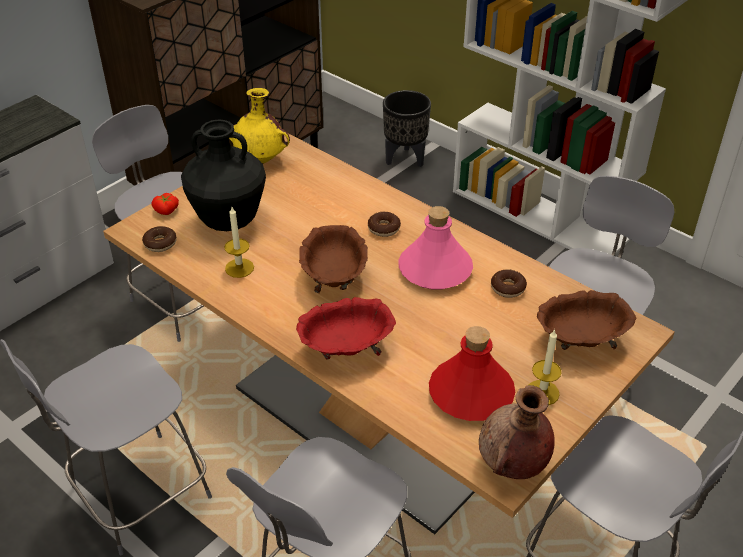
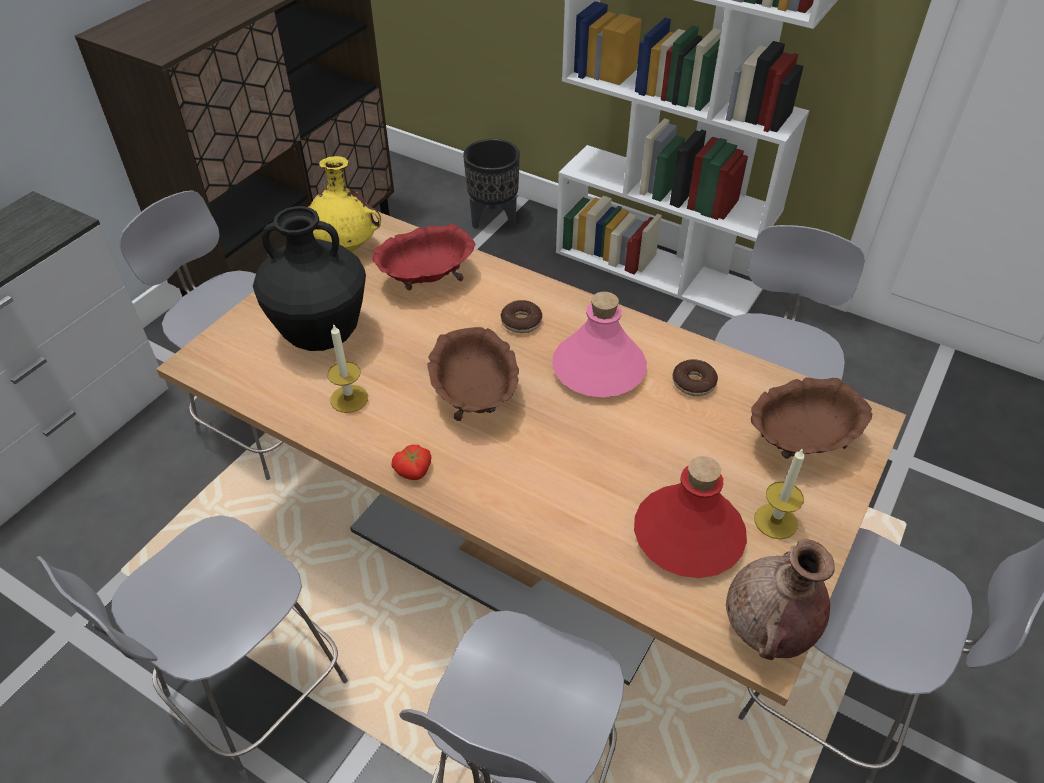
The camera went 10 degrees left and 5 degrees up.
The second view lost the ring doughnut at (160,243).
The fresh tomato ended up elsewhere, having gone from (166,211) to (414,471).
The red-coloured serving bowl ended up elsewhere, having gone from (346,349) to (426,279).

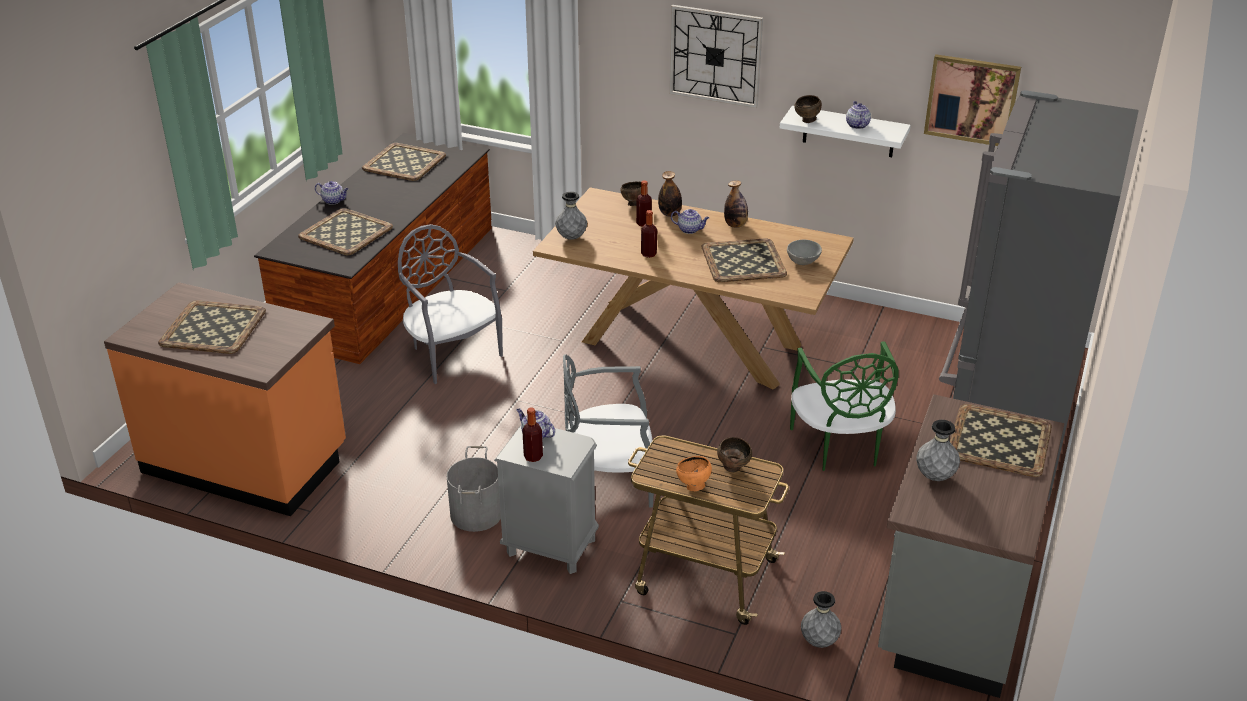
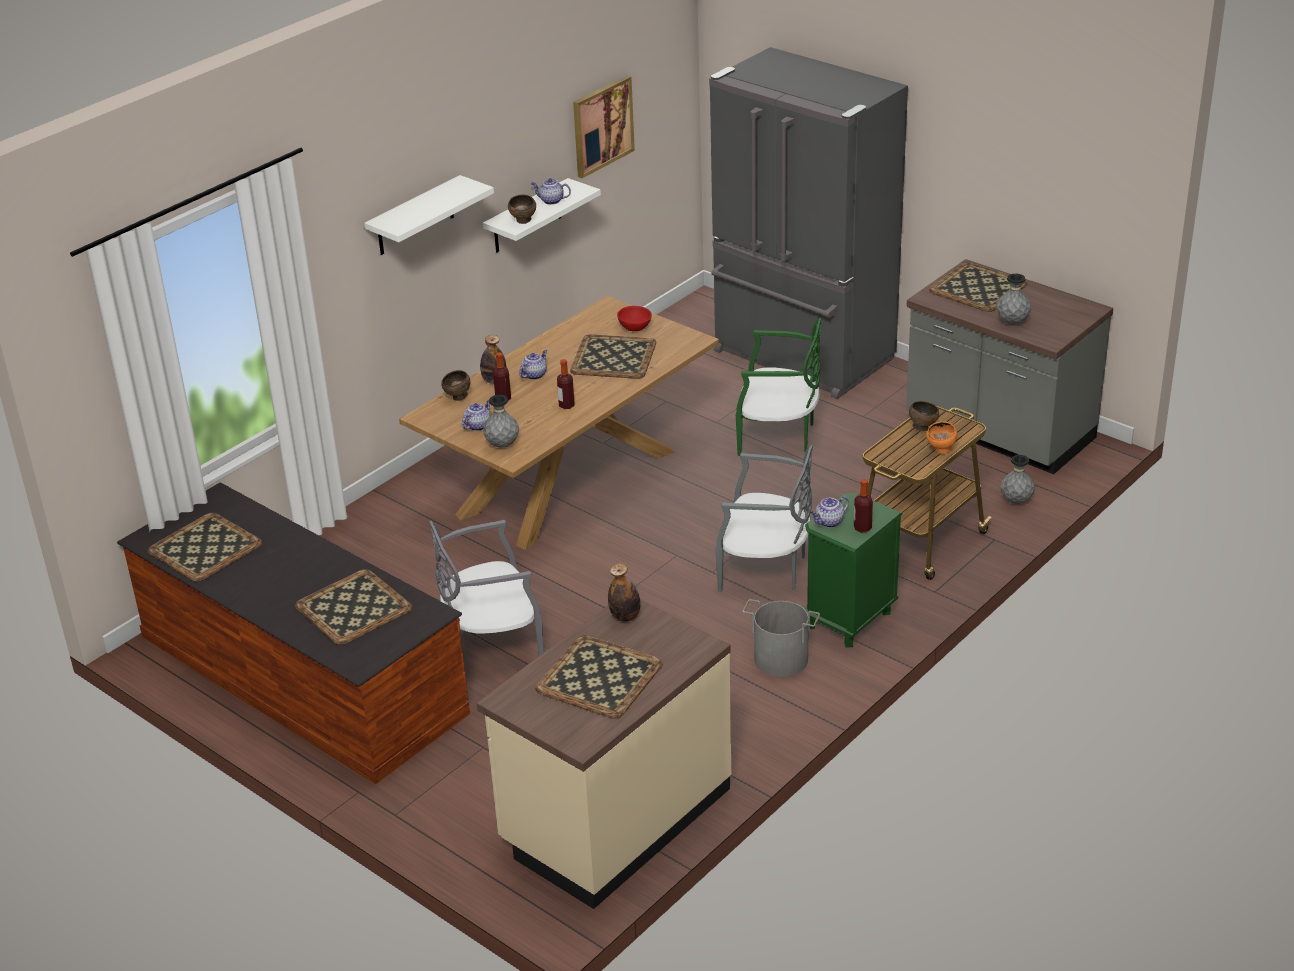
The camera went 70 degrees left and 0 degrees up.
The pot for tea ended up elsewhere, having gone from (334,201) to (478,425).
The beverage bottle ended up elsewhere, having gone from (735,225) to (625,616).
Where the clock on the wall hung at (715,56), the white shelf came to hang at (415,217).
What was the orange kitchen counter at (246,461) turned into the beige-coloured kitchen counter at (614,817).
What was the greyish nightstand at (550,547) turned into the green nightstand at (849,620).
What was the greyish serving bowl at (803,262) turned into the red-coloured serving bowl at (635,328).
The greyish plain chair at (610,479) ended up facing another way, 90 degrees counterclockwise from before.

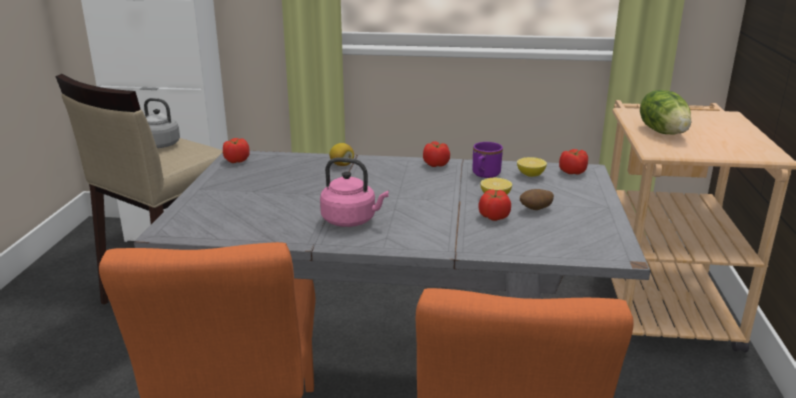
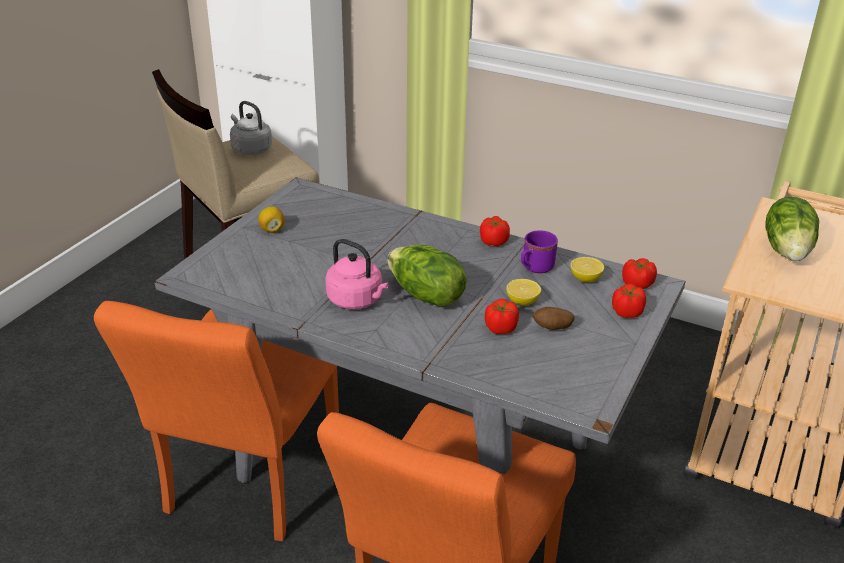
The camera went 20 degrees right and 10 degrees up.
The second view gained the head of lettuce at (425,296).
The fresh tomato ended up elsewhere, having gone from (236,160) to (627,312).
The whole lemon ended up elsewhere, having gone from (341,165) to (272,230).

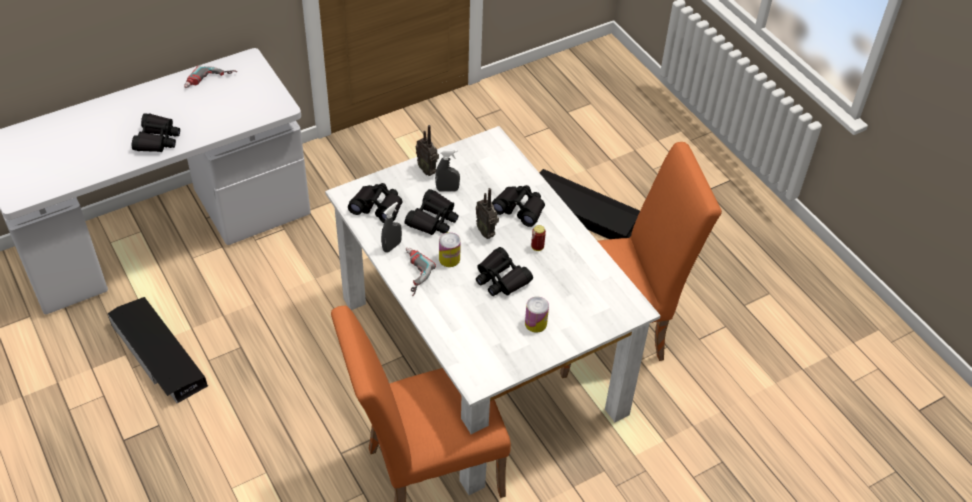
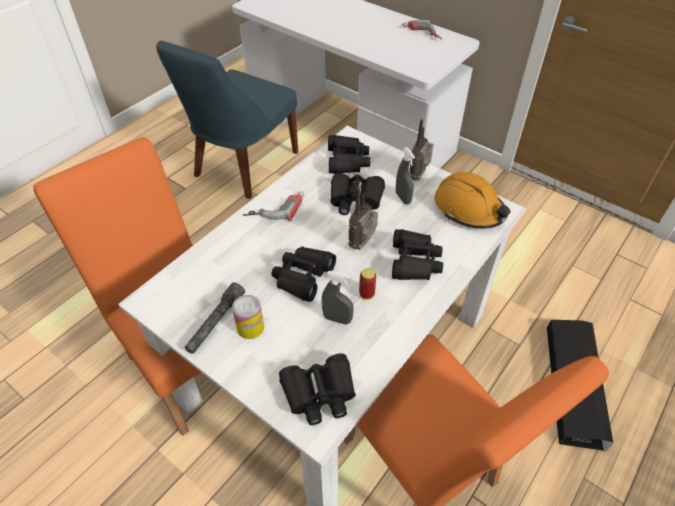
The camera went 70 degrees right and 0 degrees up.
The second view lost the can at (449,259).
The second view gained the greyish flashlight at (215,322).
The second view gained the orange work helmet at (469,209).
The black field glasses ended up elsewhere, having gone from (157,139) to (319,393).
The greyish hand sprayer ended up elsewhere, having gone from (392,246) to (337,319).
Where the black storage bin stood at (158,355), the bluish plain chair came to stand at (243,166).

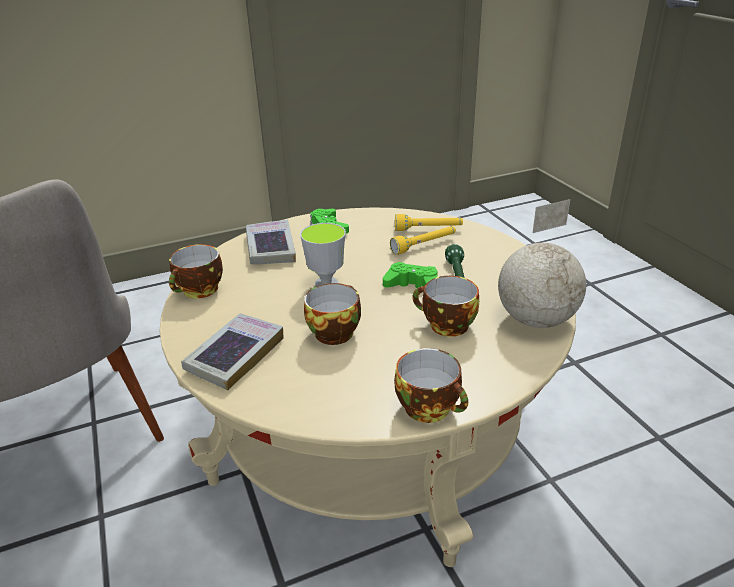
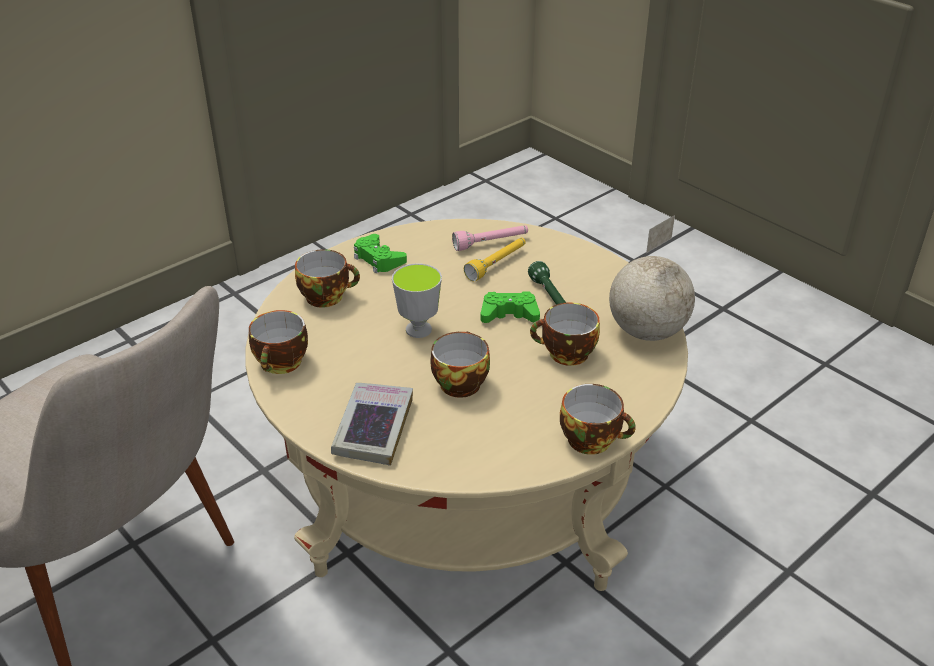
The camera went 20 degrees left and 5 degrees up.
Where the book stood at (270,248), the small cup came to stand at (327,296).
What was the yellowish flashlight at (428,229) turned into the pink flashlight at (491,243).

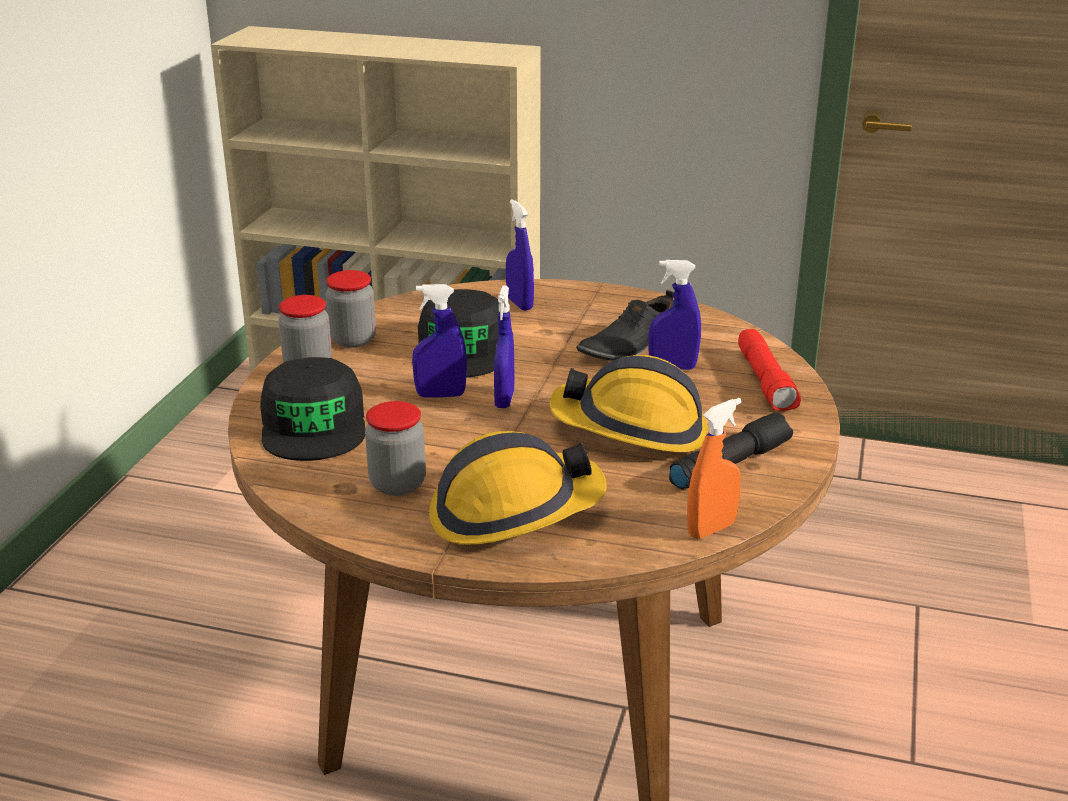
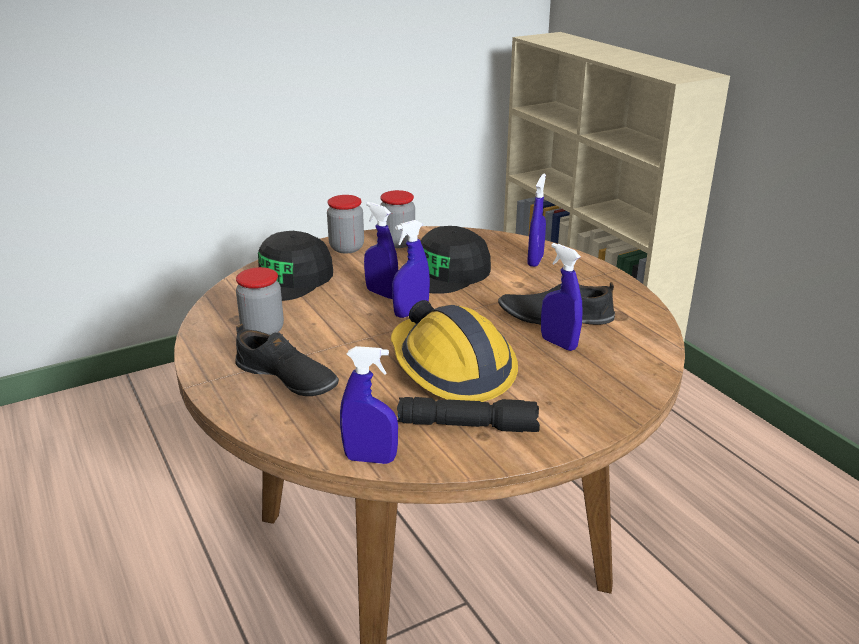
The camera went 45 degrees right and 0 degrees up.
The second view lost the red-coloured flashlight at (766,382).
Where the work helmet stood at (513,511), the black item of footwear came to stand at (286,378).
What was the orange hand sprayer at (711,529) turned into the bluish hand sprayer at (370,459).

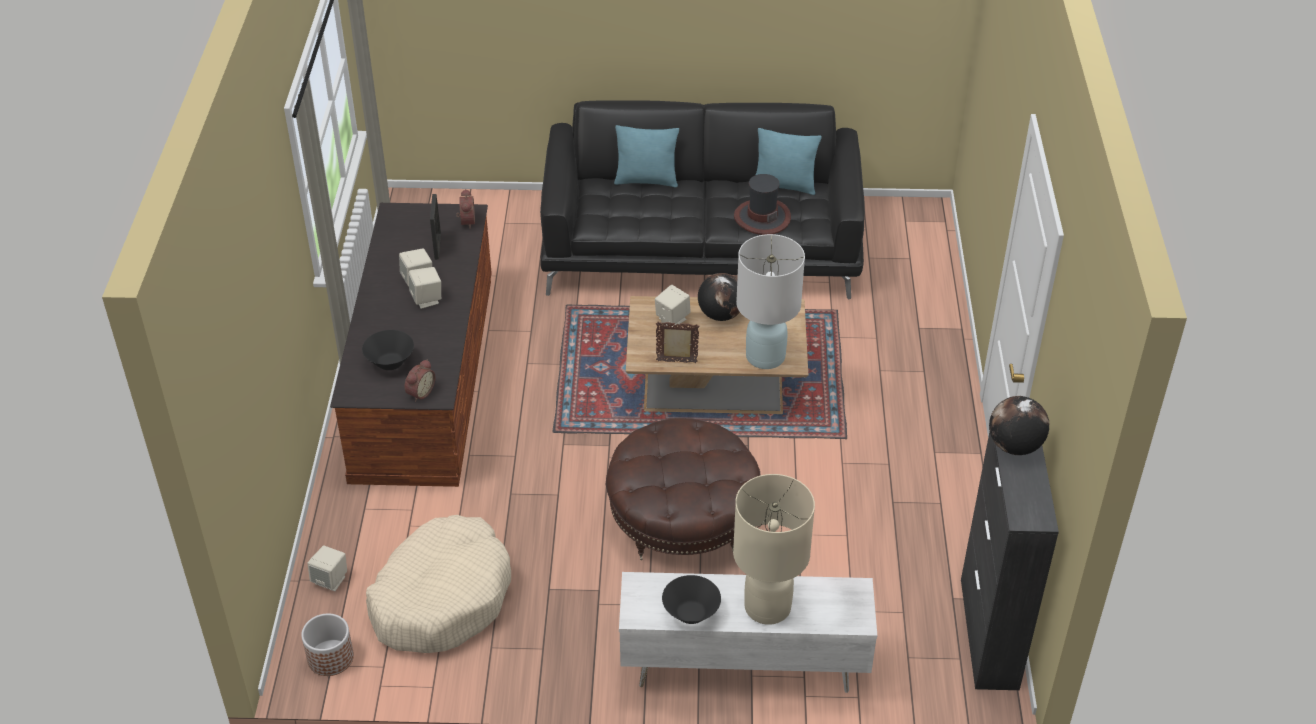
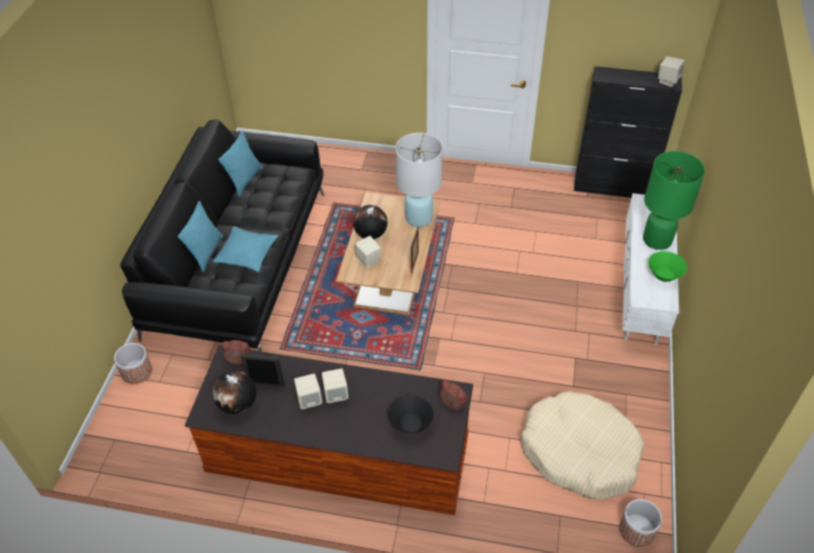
The camera went 80 degrees left and 5 degrees up.
The second view lost the brown ottoman at (682,518).
The second view lost the wearable hat at (762,217).
The second view gained the plant pot at (136,371).
The second view gained the blue-green cushion at (247,254).
The beige-coloured speaker ended up elsewhere, having gone from (330,580) to (668,80).
The desk globe ended up elsewhere, having gone from (1014,446) to (238,404).
What was the black serving bowl at (691,613) turned into the green serving bowl at (664,275).
What was the beige-coloured table lamp at (767,607) turned into the green table lamp at (657,240).

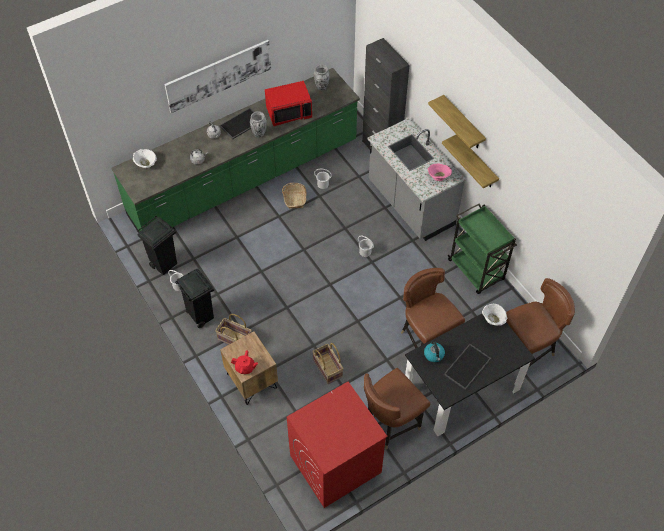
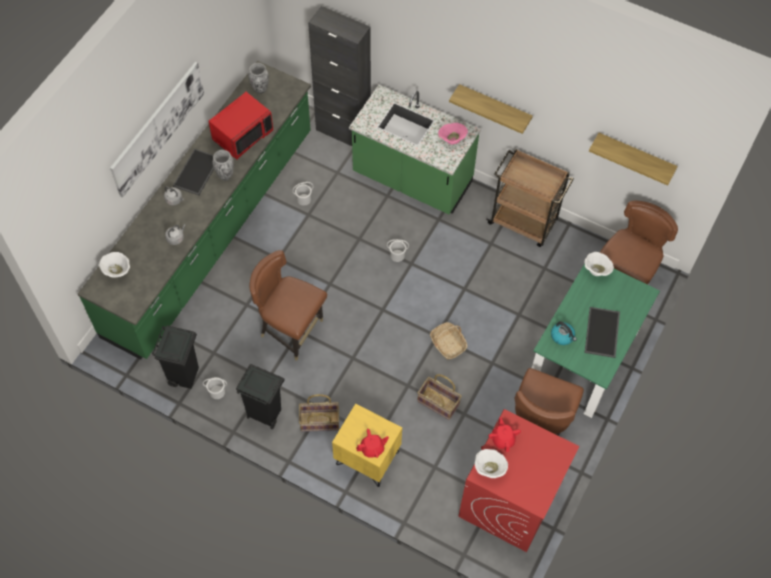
The camera went 30 degrees left and 5 degrees up.
The second view gained the white serving bowl at (489,468).
The second view gained the red-coloured pot for tea at (503,439).
The household basket ended up elsewhere, having gone from (295,199) to (447,344).
The brown plain chair ended up elsewhere, having gone from (426,339) to (291,330).
The shelf ended up elsewhere, having gone from (463,123) to (635,157).
What was the brown nightstand at (251,381) turned into the yellowish nightstand at (367,458).
What was the greyish kitchen counter at (410,204) turned into the green kitchen counter at (412,180).
What was the black kitchen table at (461,388) turned into the green kitchen table at (584,356).
What was the green trolley at (476,271) turned into the brown trolley at (524,222).

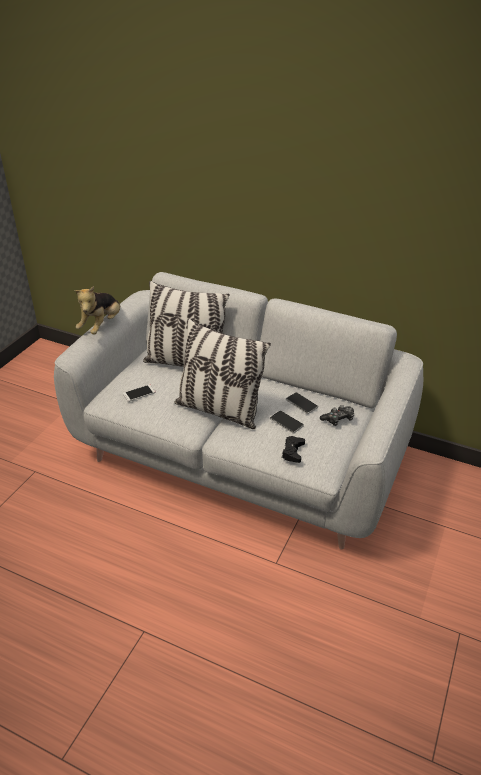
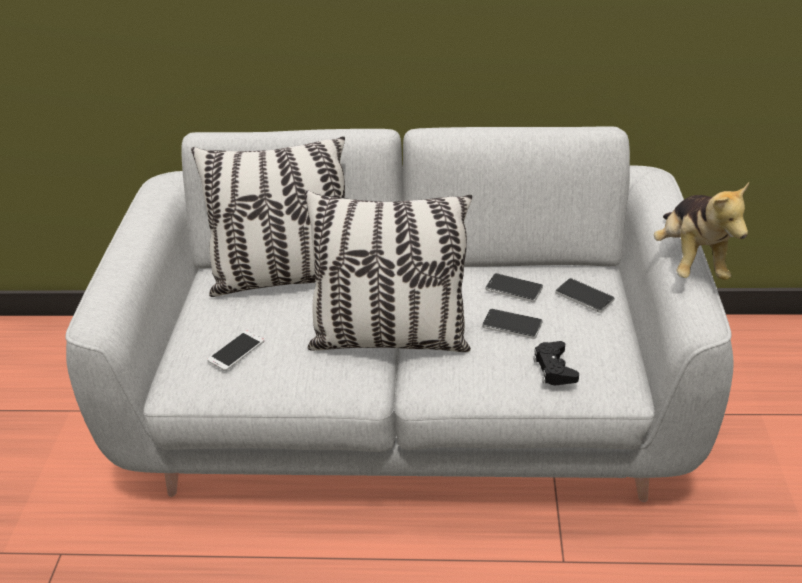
The camera went 20 degrees left and 0 degrees up.
The plush toy ended up elsewhere, having gone from (101,326) to (690,261).
Where the gamepad stood at (338,419), the telephone came to stand at (584,297).

